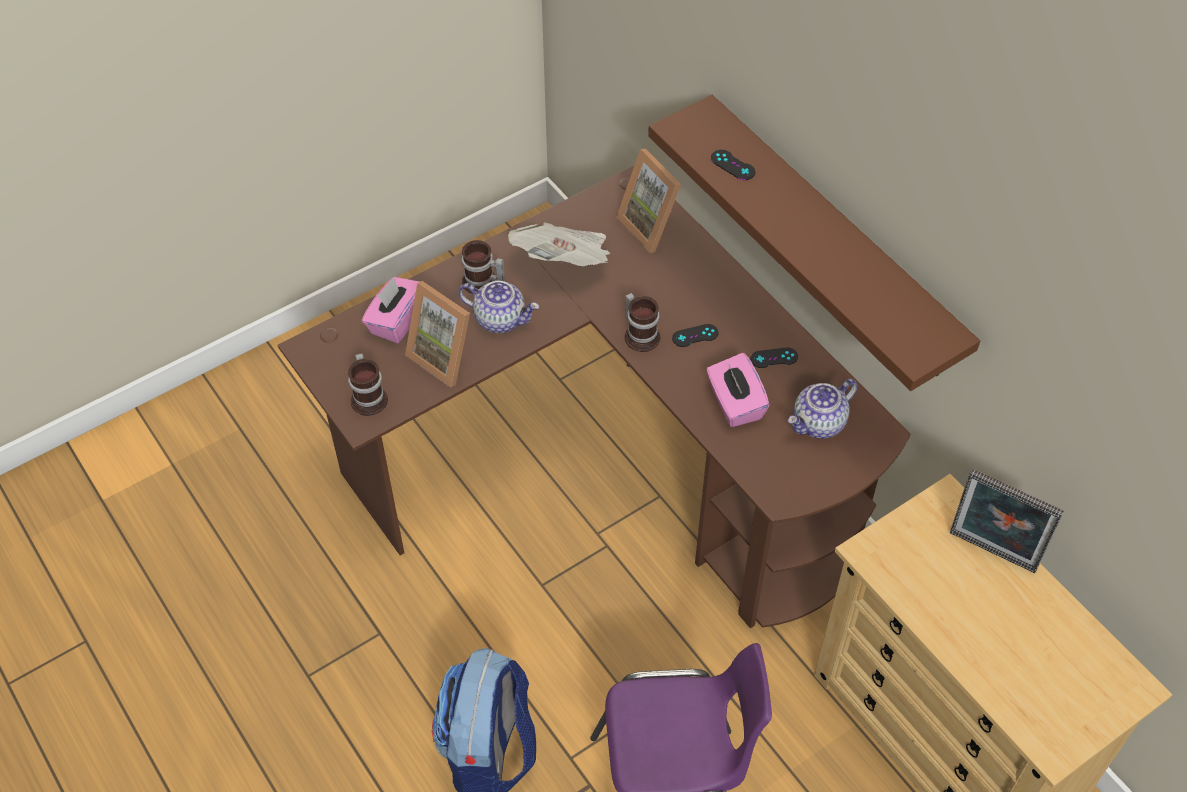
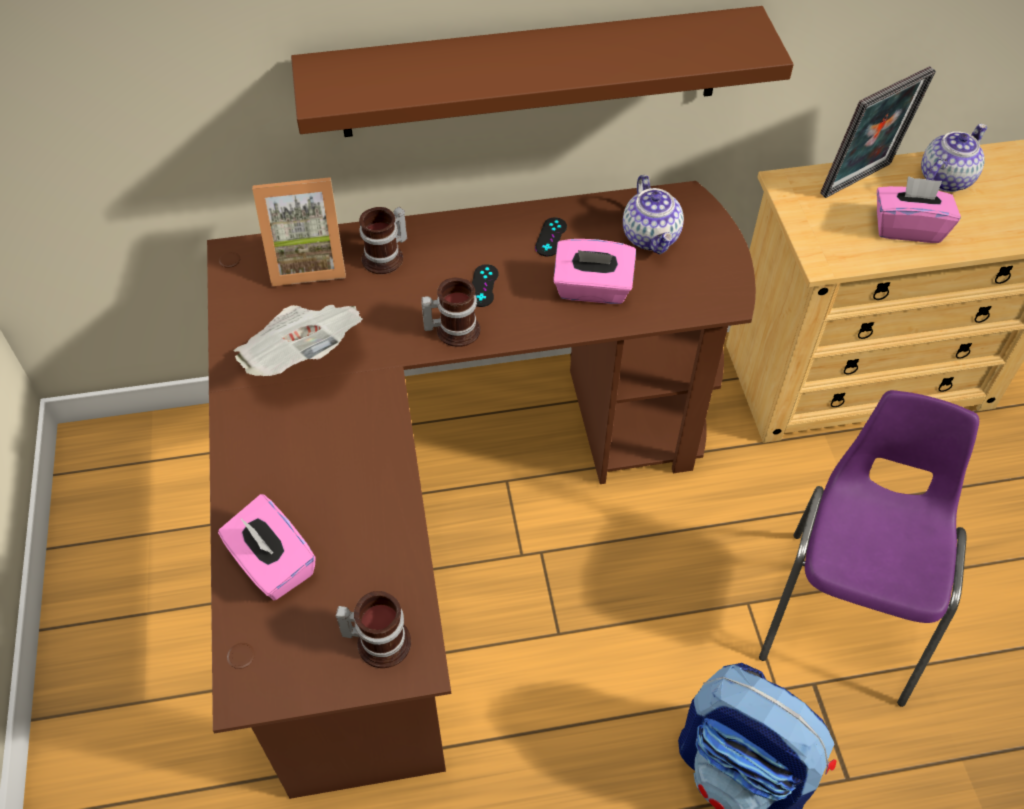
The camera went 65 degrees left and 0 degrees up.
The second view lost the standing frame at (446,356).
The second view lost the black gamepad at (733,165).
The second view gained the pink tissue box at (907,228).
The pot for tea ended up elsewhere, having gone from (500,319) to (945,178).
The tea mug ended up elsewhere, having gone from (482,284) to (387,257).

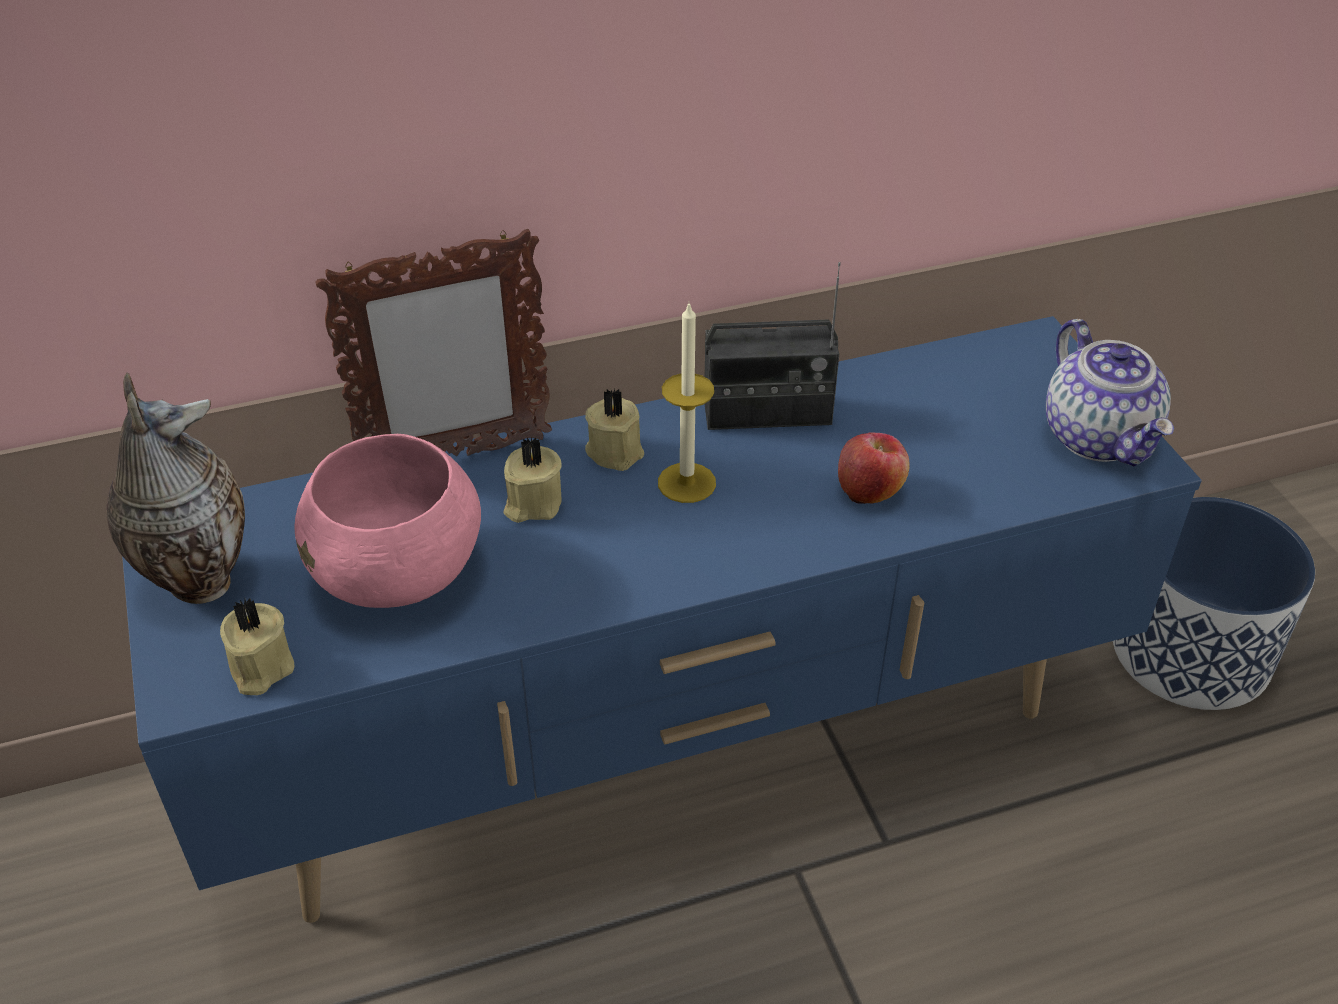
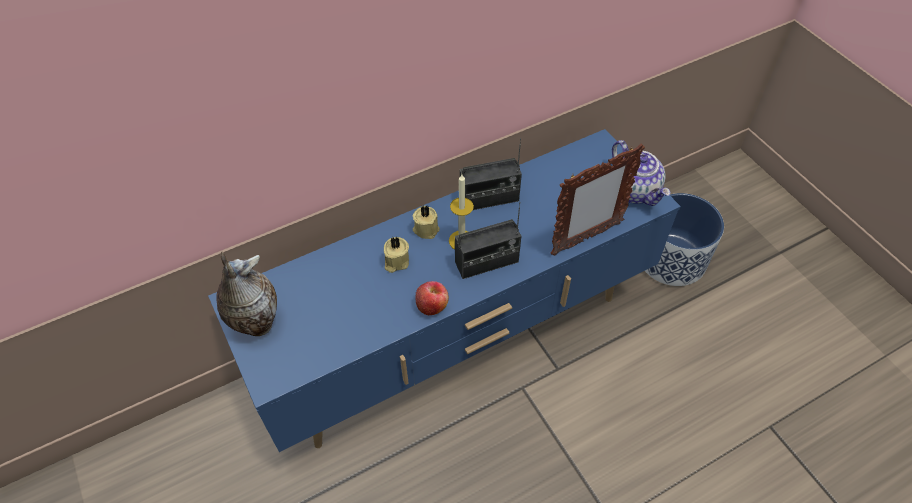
The camera went 10 degrees left and 10 degrees up.
The second view lost the beige-coloured wax light at (259,668).
The second view lost the pink serving bowl at (400,573).
The second view gained the radio receiver at (486,262).
The standing frame ended up elsewhere, having gone from (455,456) to (586,238).
The apple fruit ended up elsewhere, having gone from (870,489) to (432,306).

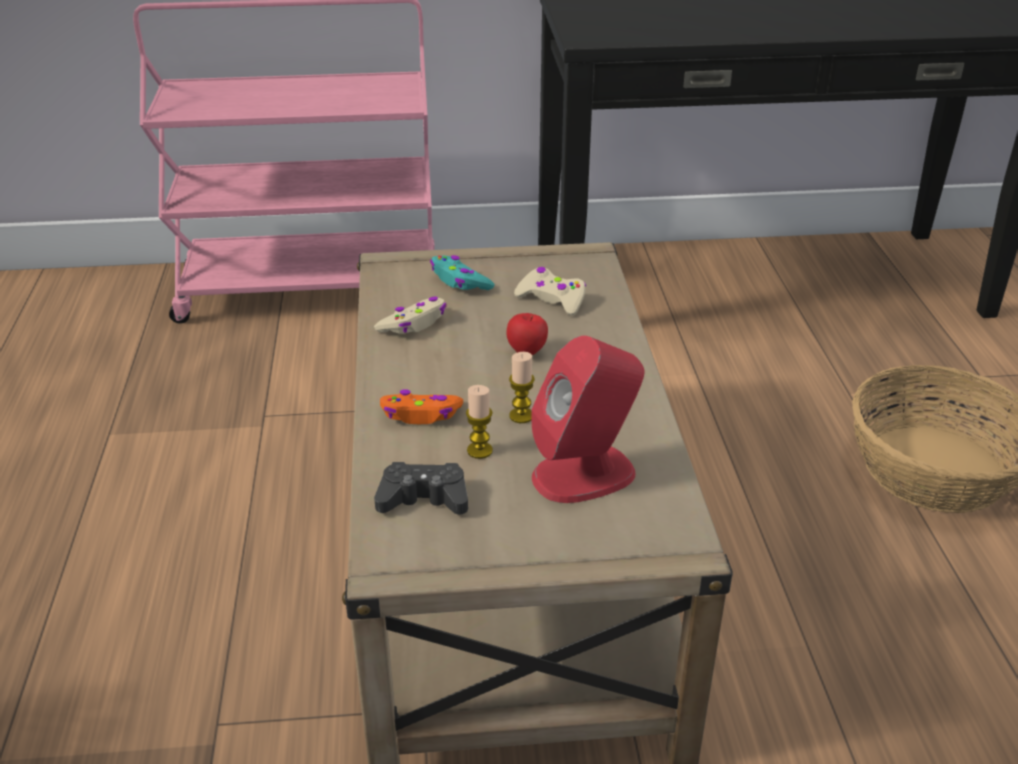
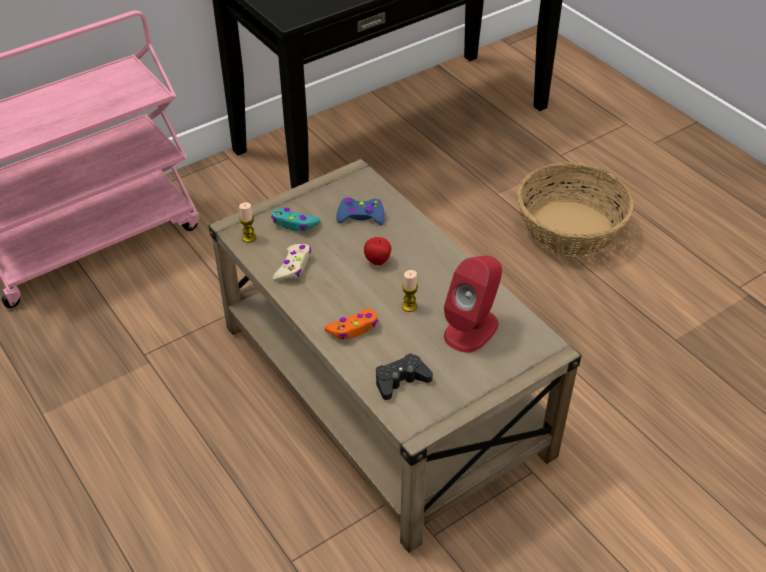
The camera went 30 degrees left and 10 degrees up.
The wax light ended up elsewhere, having gone from (479,450) to (249,237).
What was the beige-coloured gamepad at (552,299) turned into the bluish gamepad at (360,216).

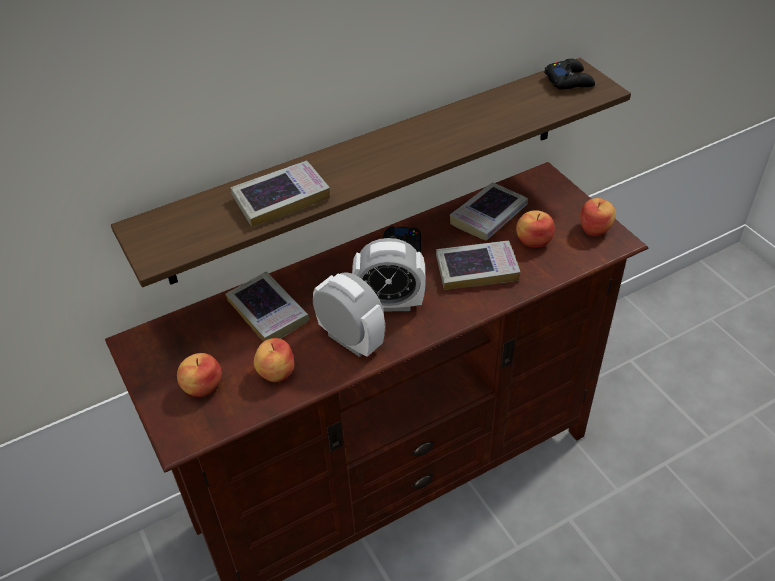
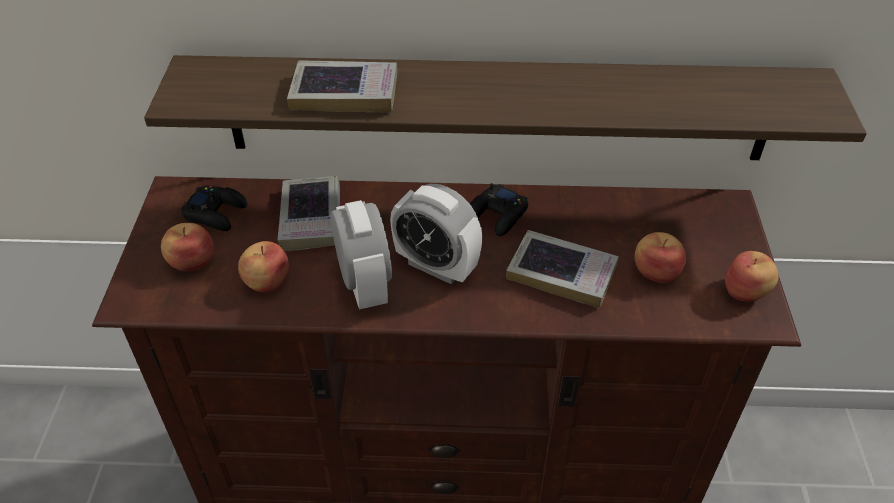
The camera went 30 degrees right and 0 degrees up.
The second view lost the book at (488,216).
The black gamepad ended up elsewhere, having gone from (569,80) to (216,213).

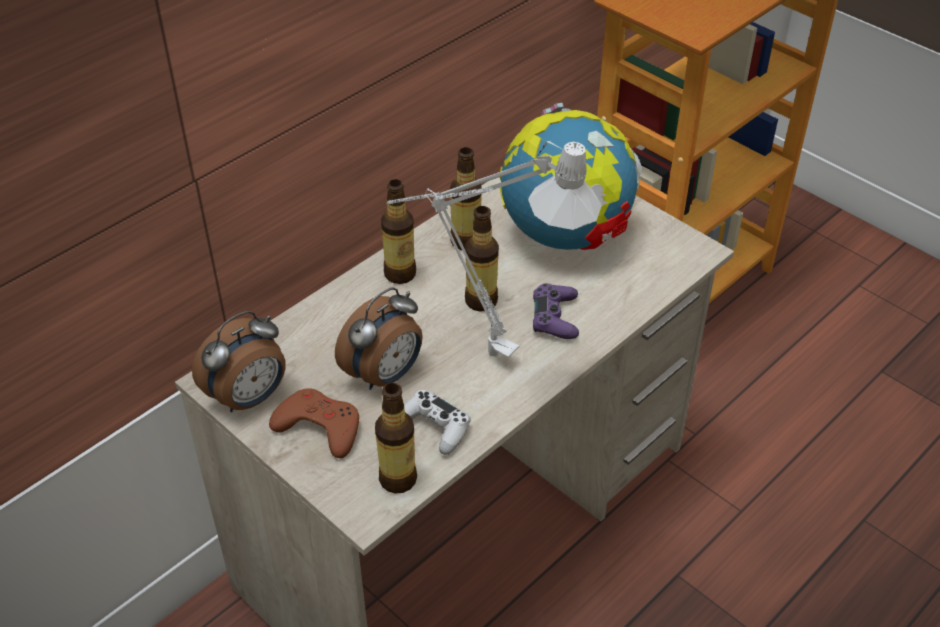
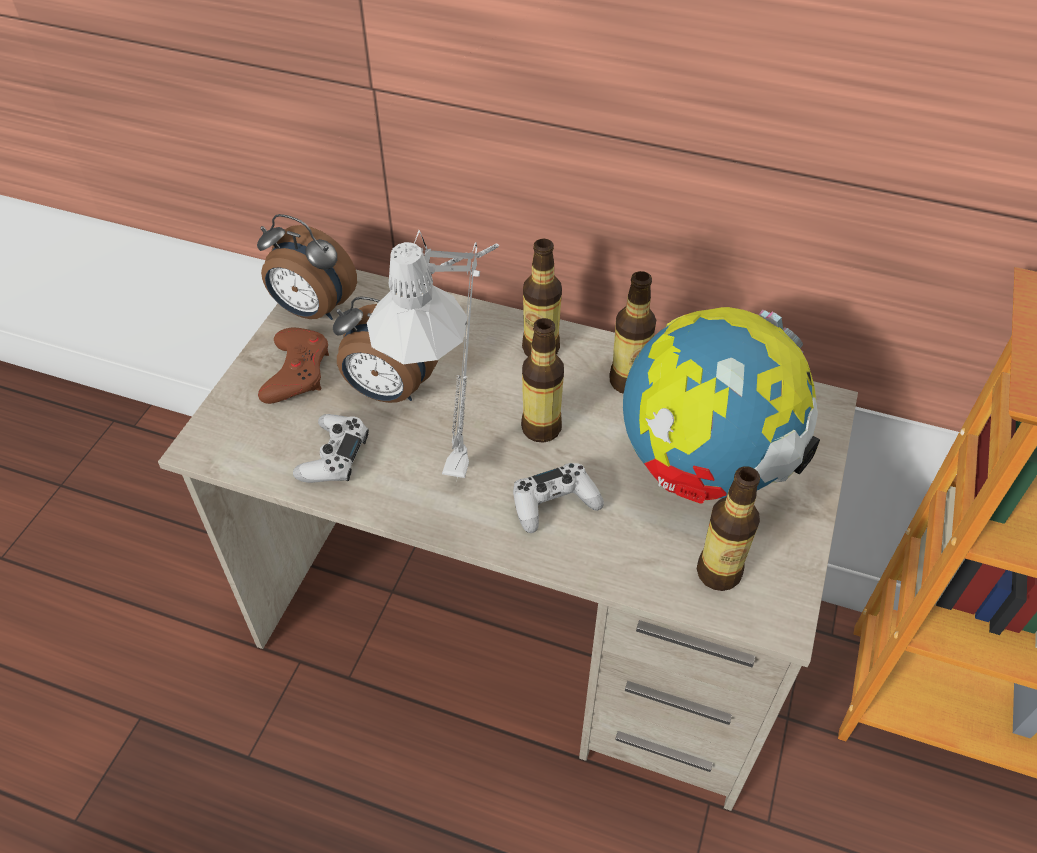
The camera went 65 degrees right and 5 degrees up.
The beverage bottle ended up elsewhere, having gone from (398,479) to (719,572).
What was the purple gamepad at (555,318) turned into the white gamepad at (554,503).

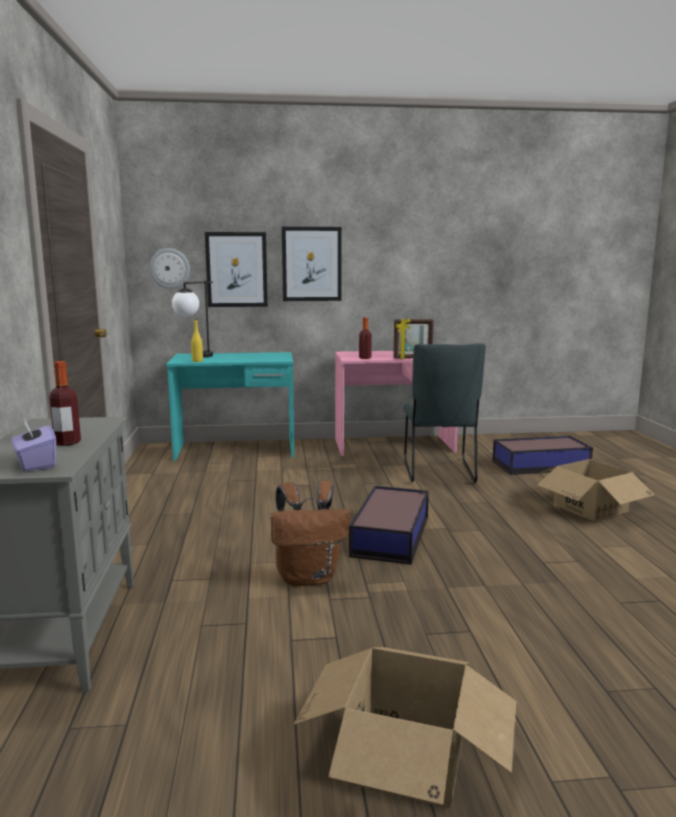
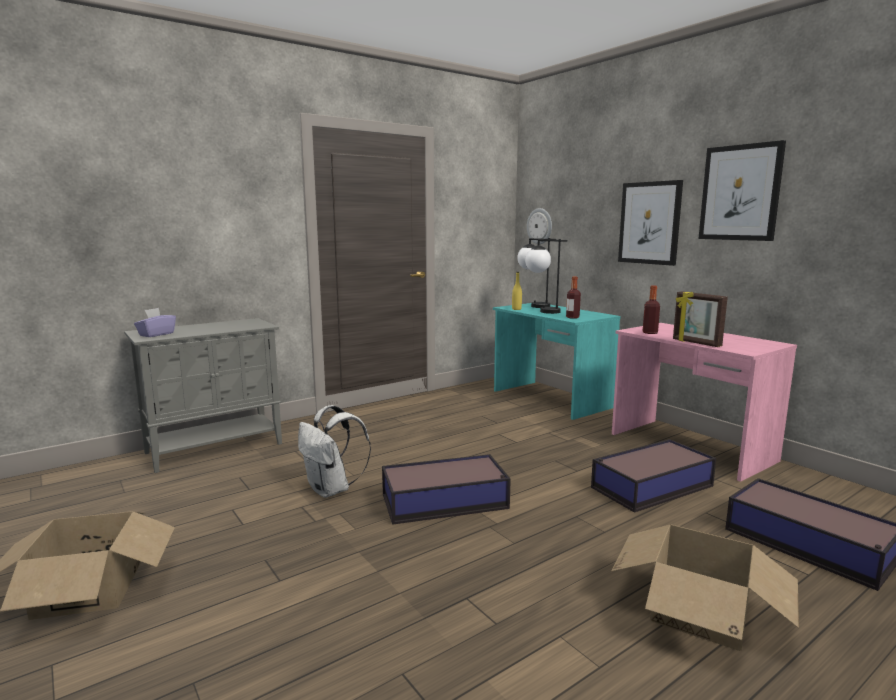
The camera went 60 degrees right and 0 degrees up.
The second view gained the table lamp at (541,311).
The beverage bottle ended up elsewhere, having gone from (67,442) to (572,317).
The wall art ended up elsewhere, having gone from (236,269) to (740,193).
Where the greyish plain chair stood at (439,472), the storage bin came to stand at (650,487).
What was the brown rucksack at (308,577) turned into the white rucksack at (331,490).

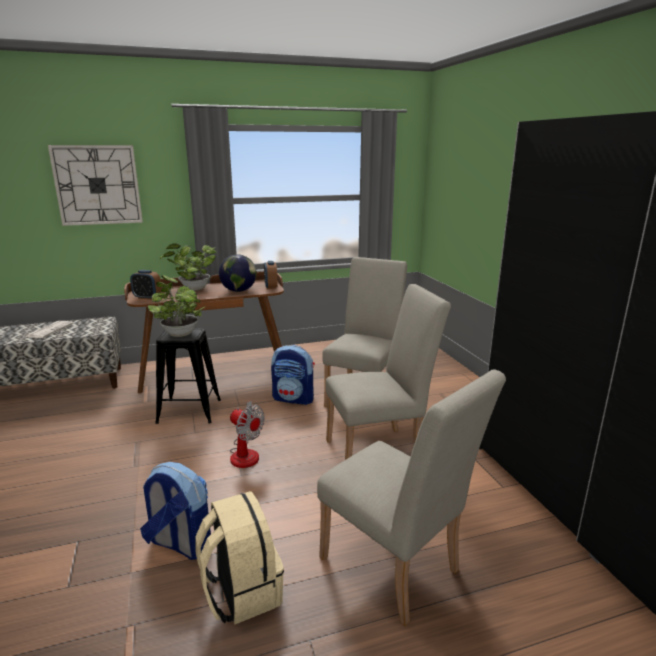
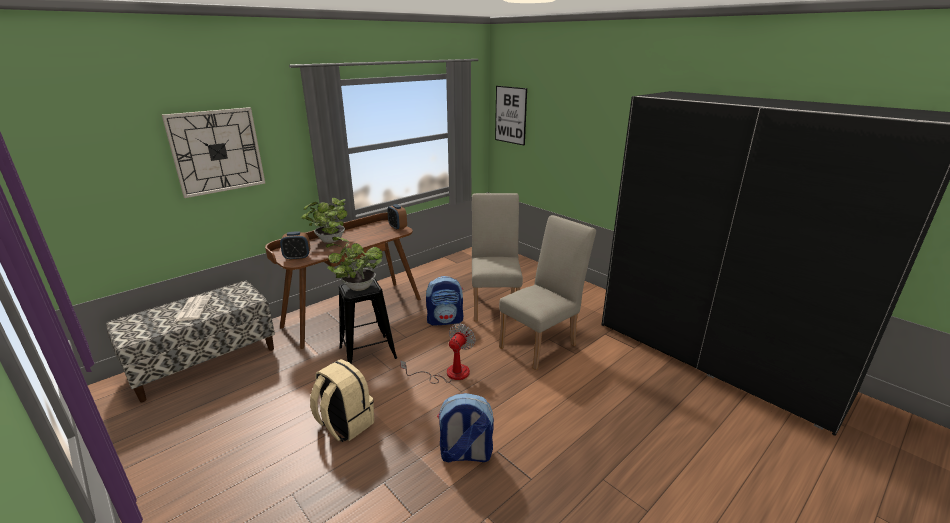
The camera went 25 degrees left and 5 degrees up.
The second view lost the desk globe at (239,291).
The second view lost the beige-coloured plain chair at (396,570).
The second view gained the wall art at (510,115).
The beige-coloured rucksack ended up elsewhere, having gone from (241,591) to (344,424).
The cooling fan at (246,452) ended up facing another way, 75 degrees counterclockwise from before.

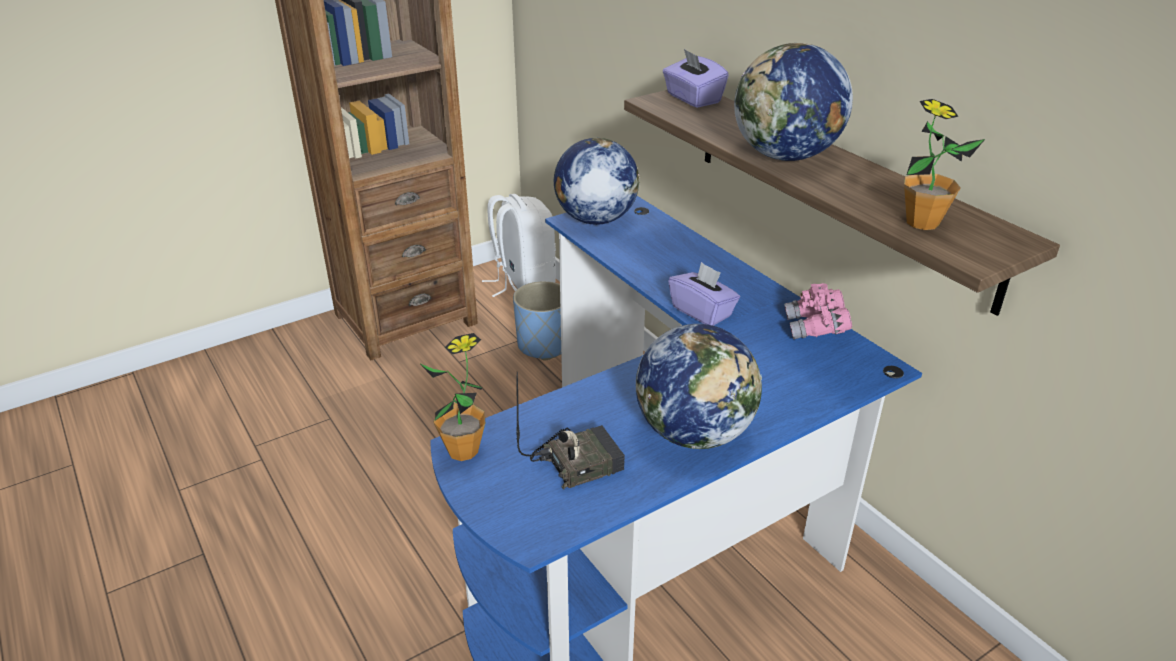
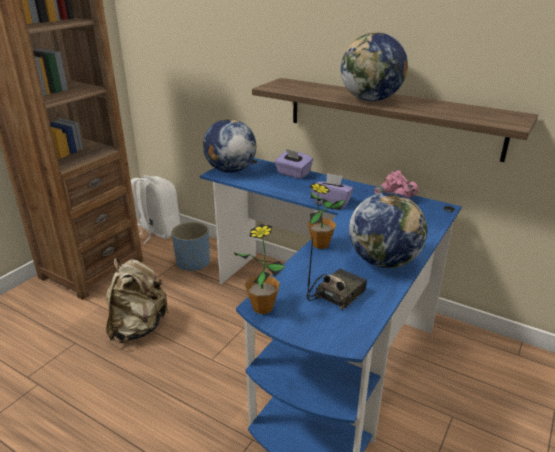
The camera went 25 degrees left and 5 degrees down.
The second view gained the beige-coloured rucksack at (138,327).
The purple tissue box ended up elsewhere, having gone from (692,99) to (293,174).
The houseplant ended up elsewhere, having gone from (922,223) to (320,244).

